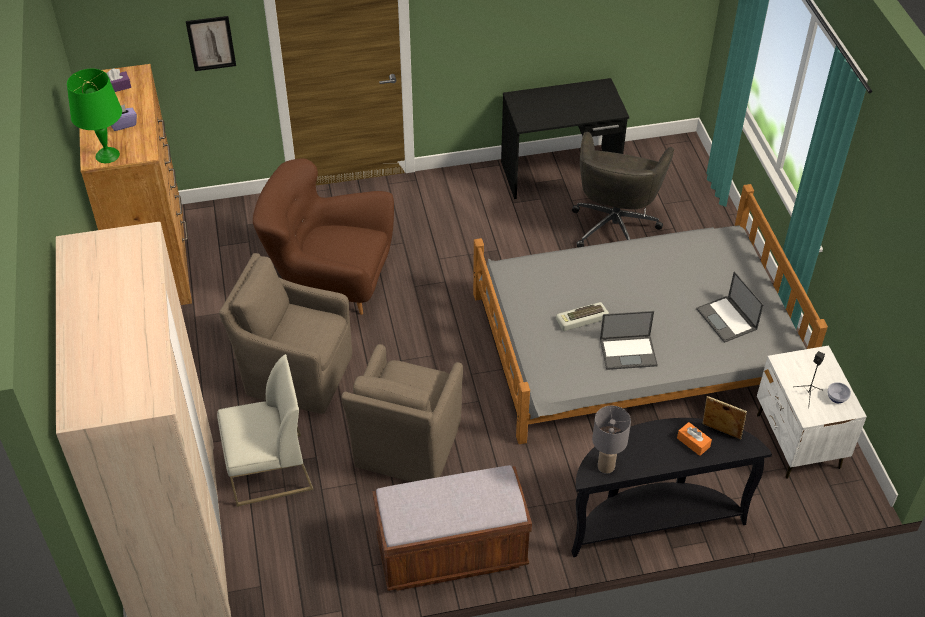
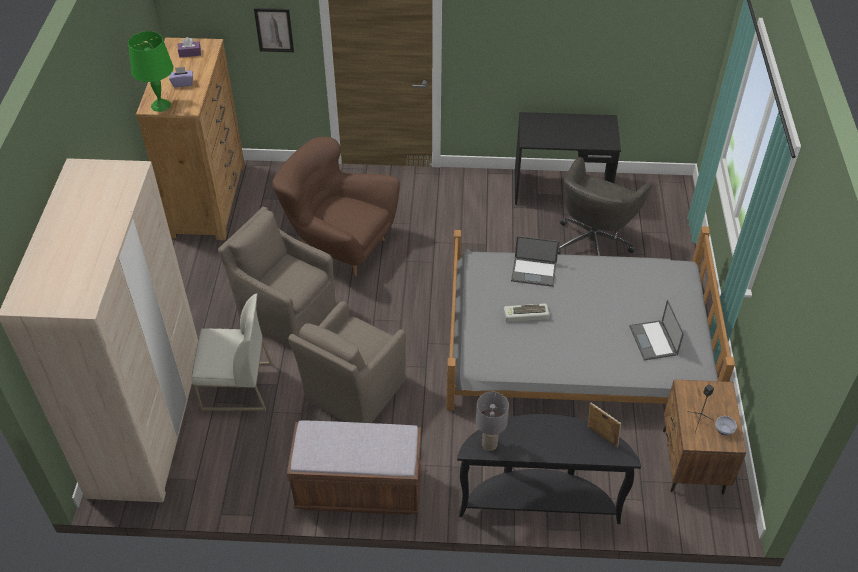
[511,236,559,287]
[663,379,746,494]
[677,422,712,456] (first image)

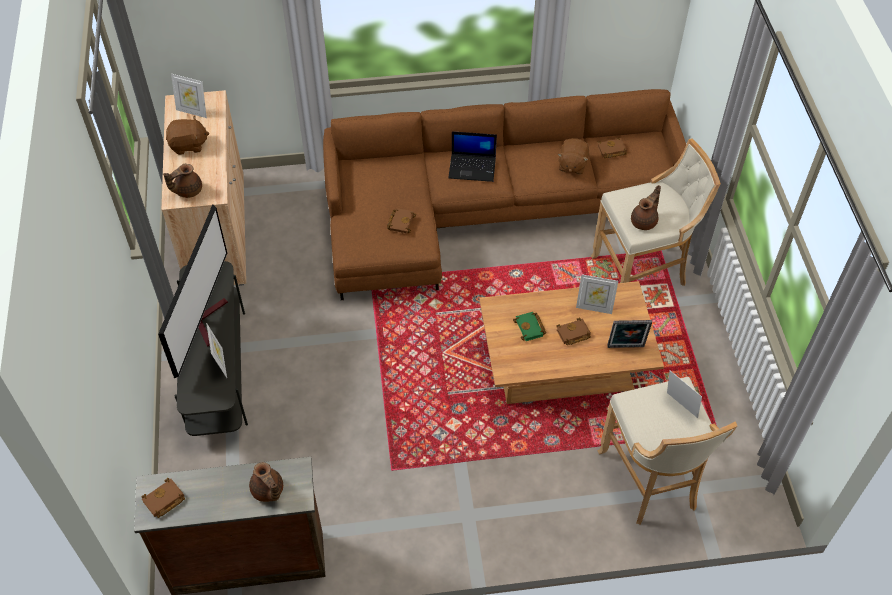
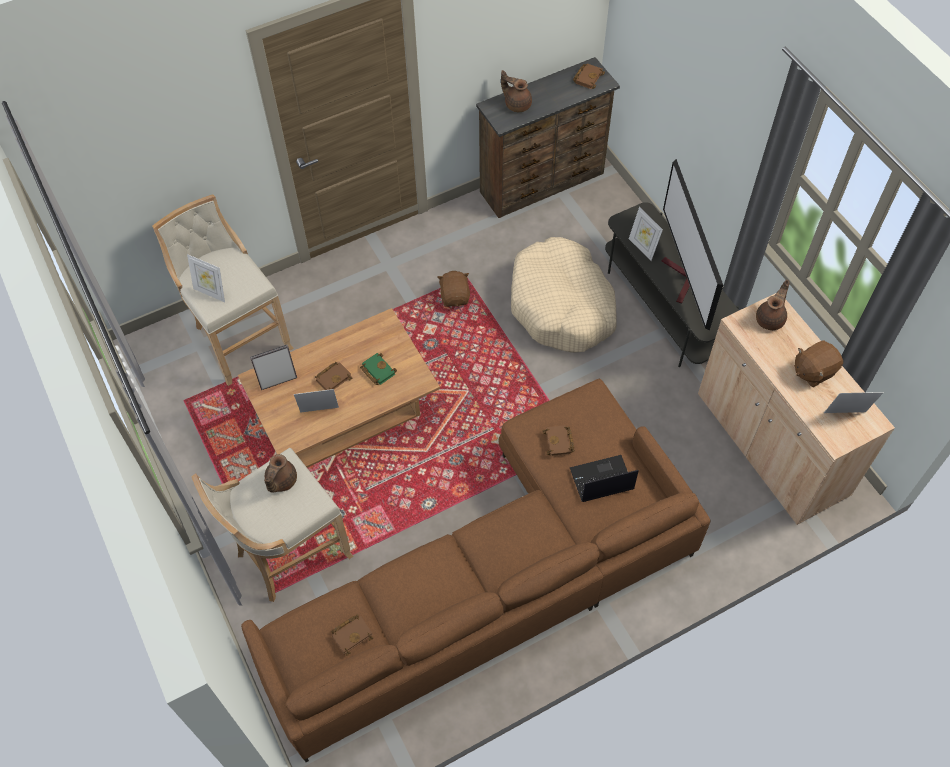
[570,455,639,502]
[438,271,470,307]
[511,237,617,353]

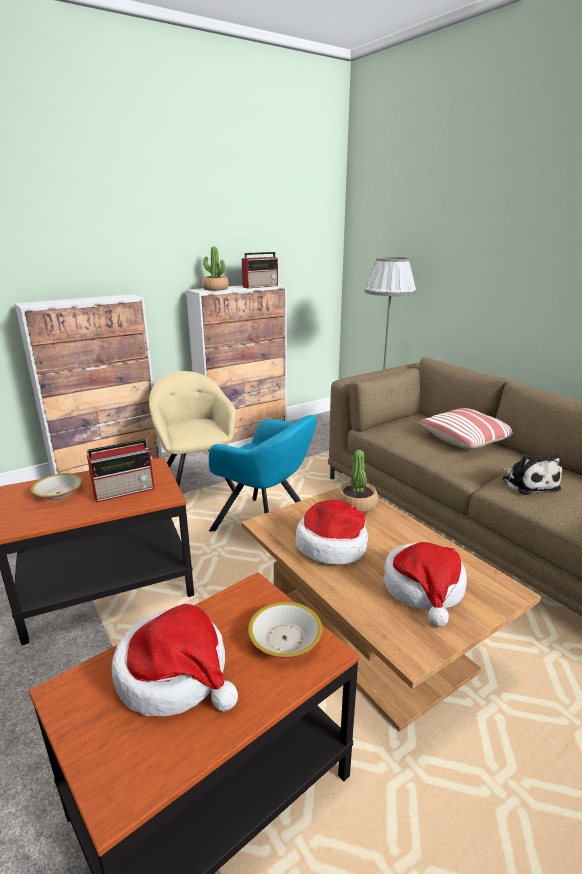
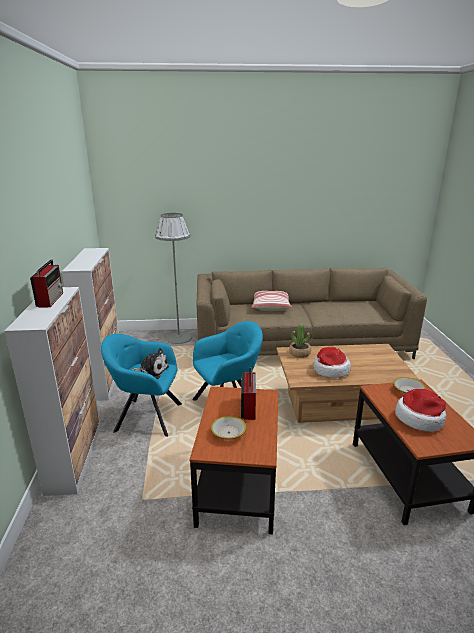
[202,246,229,291] (first image)
[30,260,63,308]
[101,334,182,437]
[131,348,169,379]
[384,542,467,627] (first image)

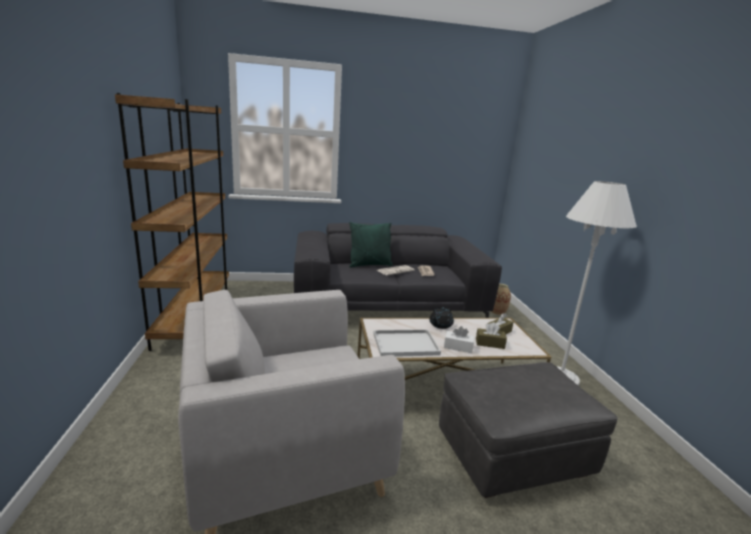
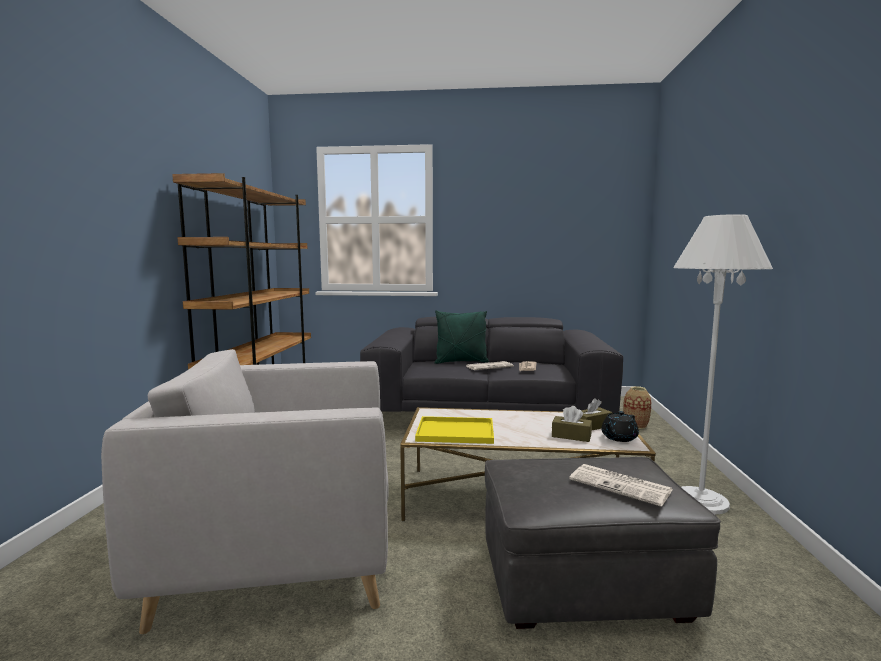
[601,411,639,442]
[444,326,475,353] (first image)
[415,416,494,444]
[569,464,672,507]

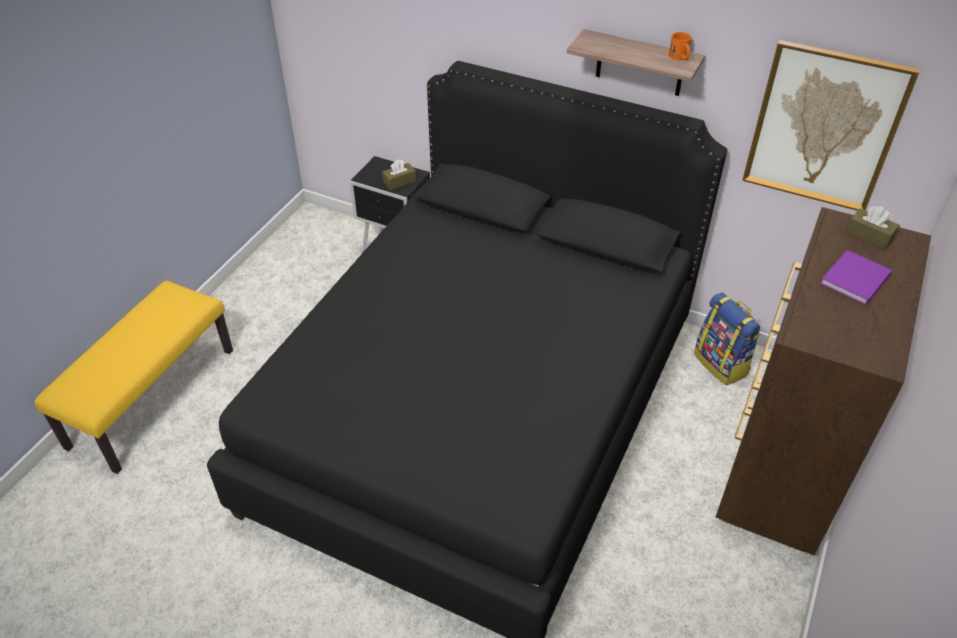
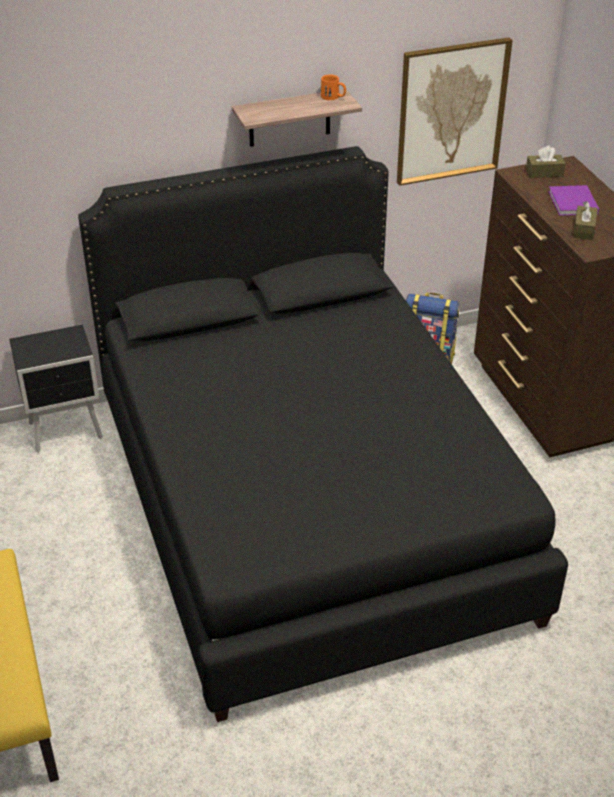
[573,201,598,240]

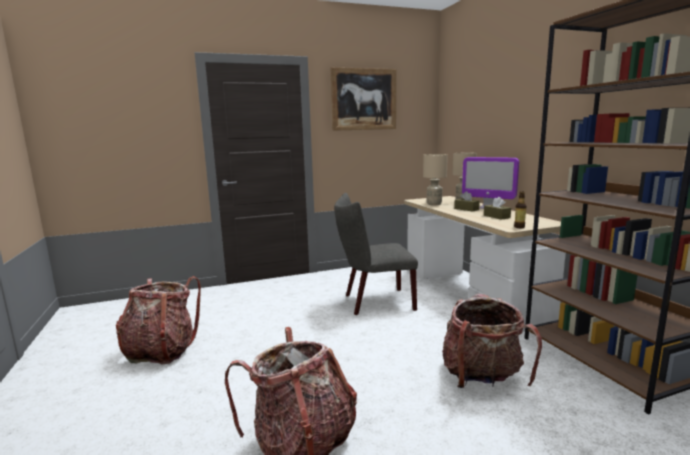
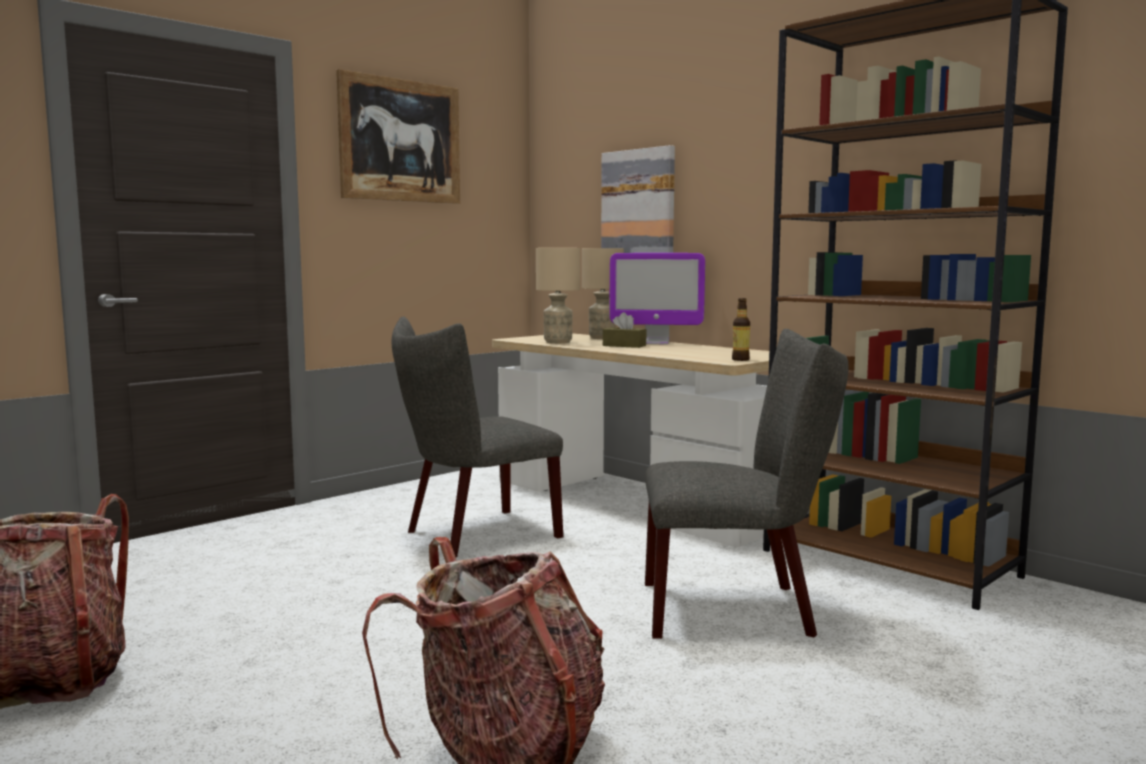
[484,197,511,220] (first image)
[645,329,849,639]
[601,145,675,253]

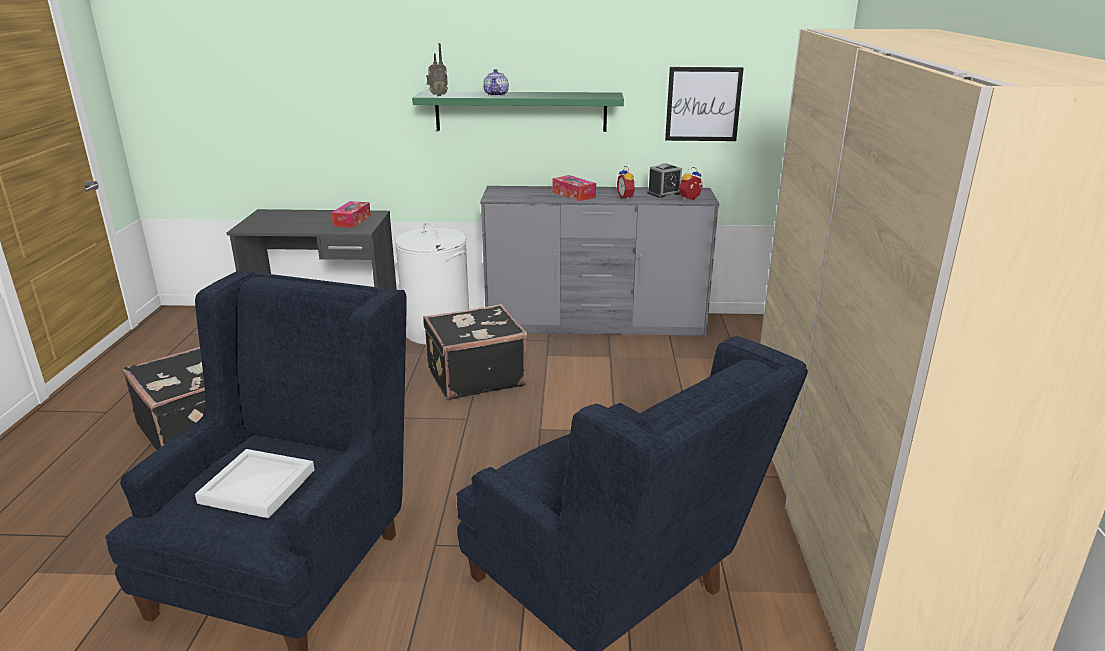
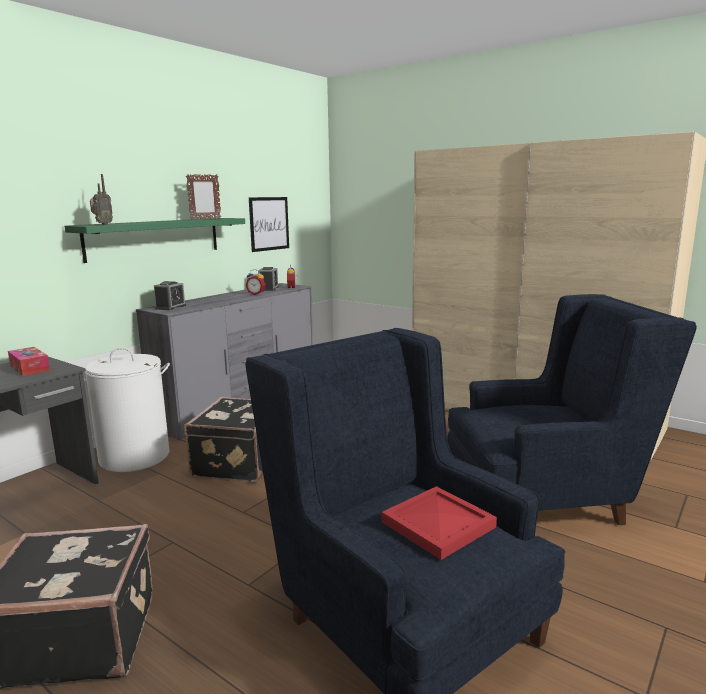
[483,69,509,96] (first image)
[552,175,596,201] (first image)
[382,486,497,560]
[186,174,221,220]
[154,281,186,310]

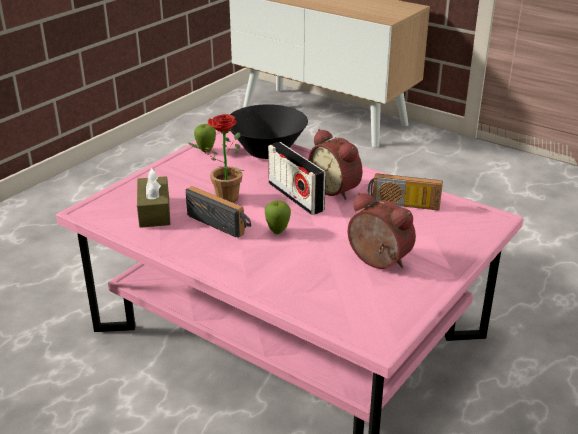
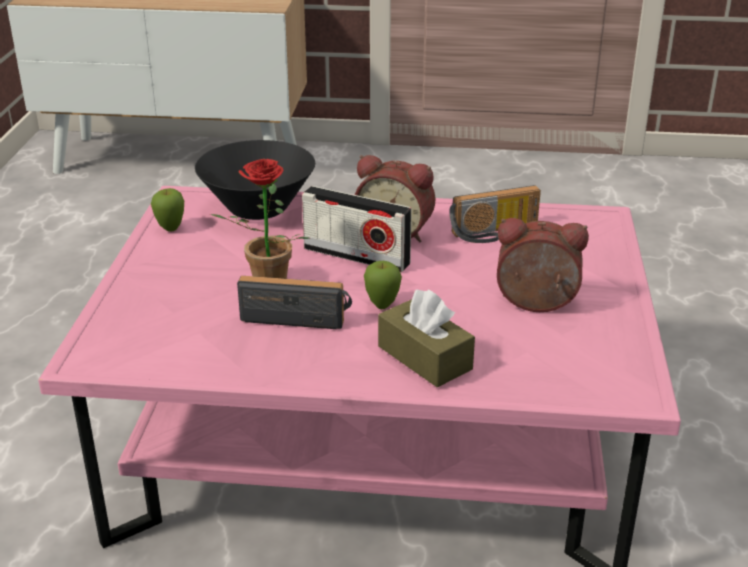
[378,290,475,388]

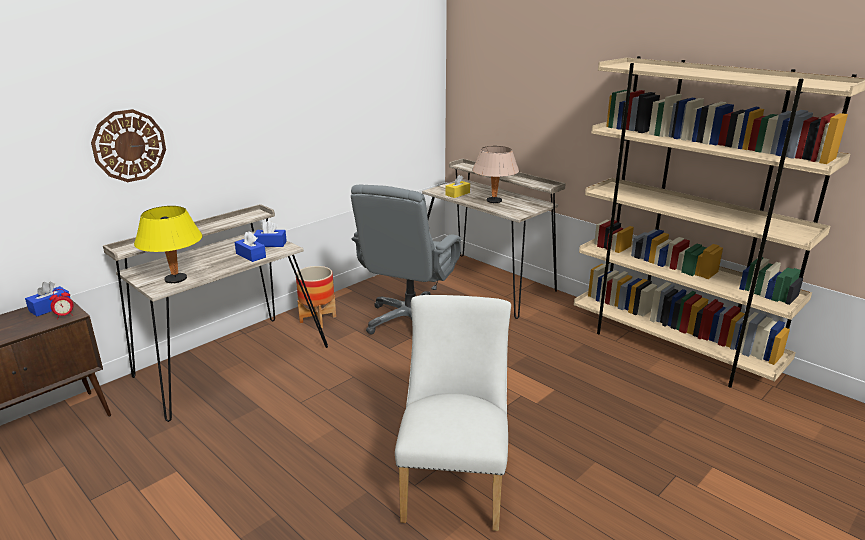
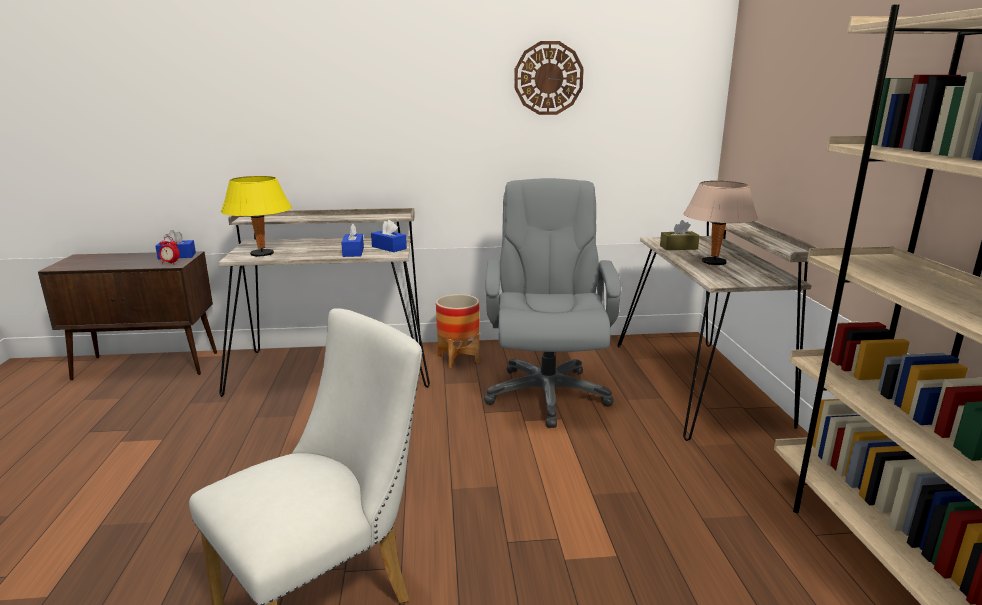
[514,41,584,115]
[660,220,700,250]
[484,178,621,428]

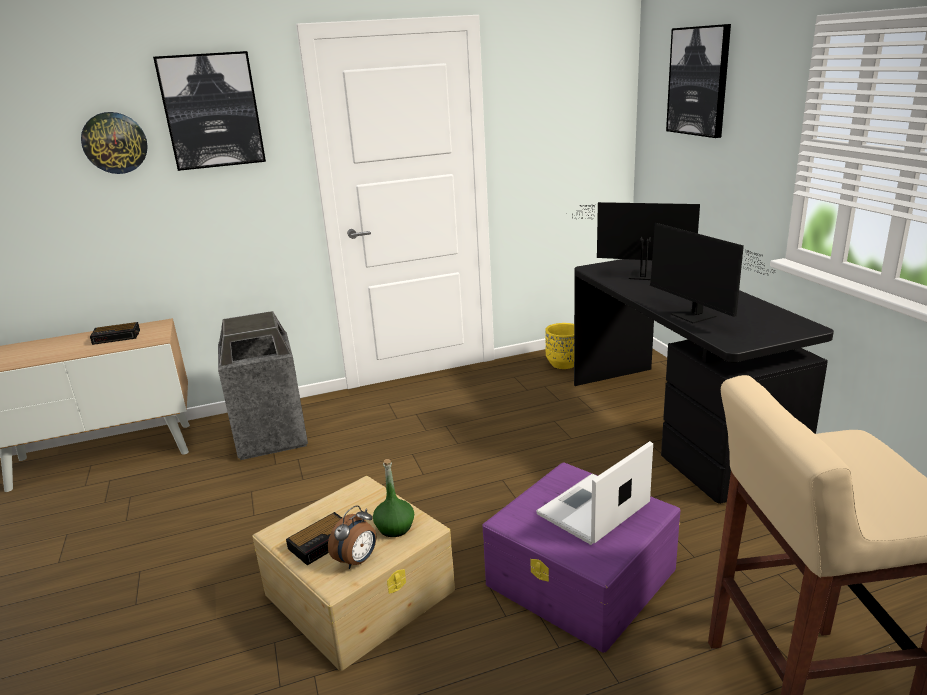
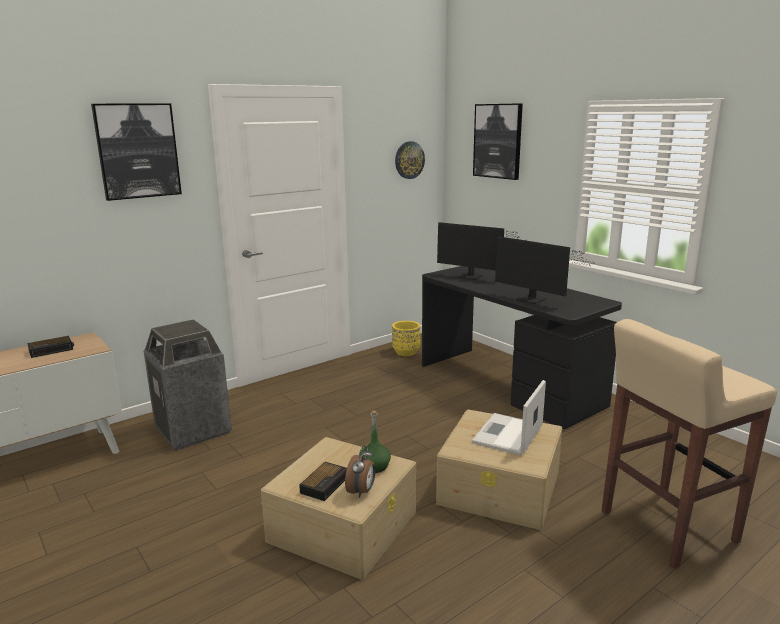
[395,141,425,179]
[437,222,519,280]
[436,409,562,530]

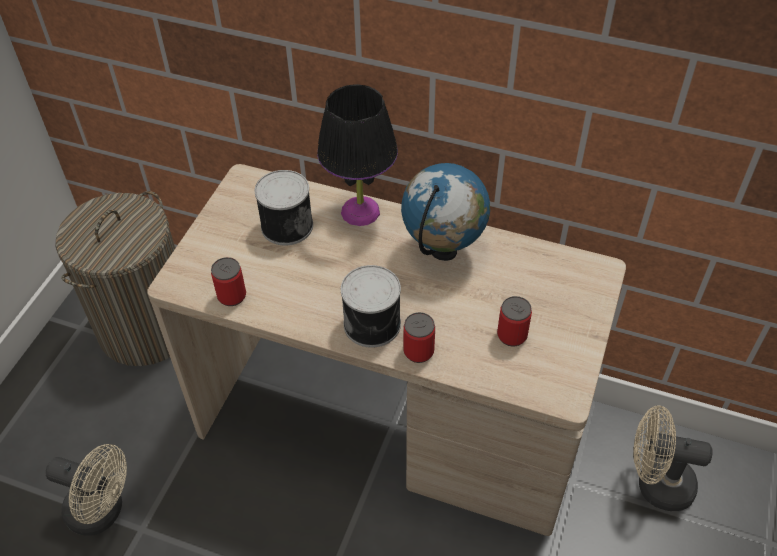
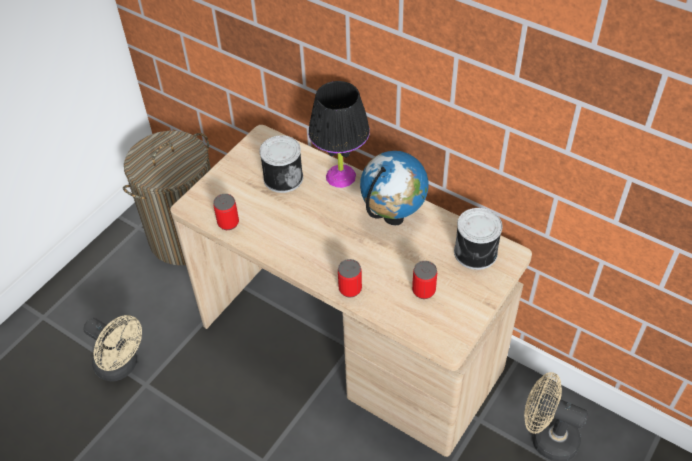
[454,208,503,270]

